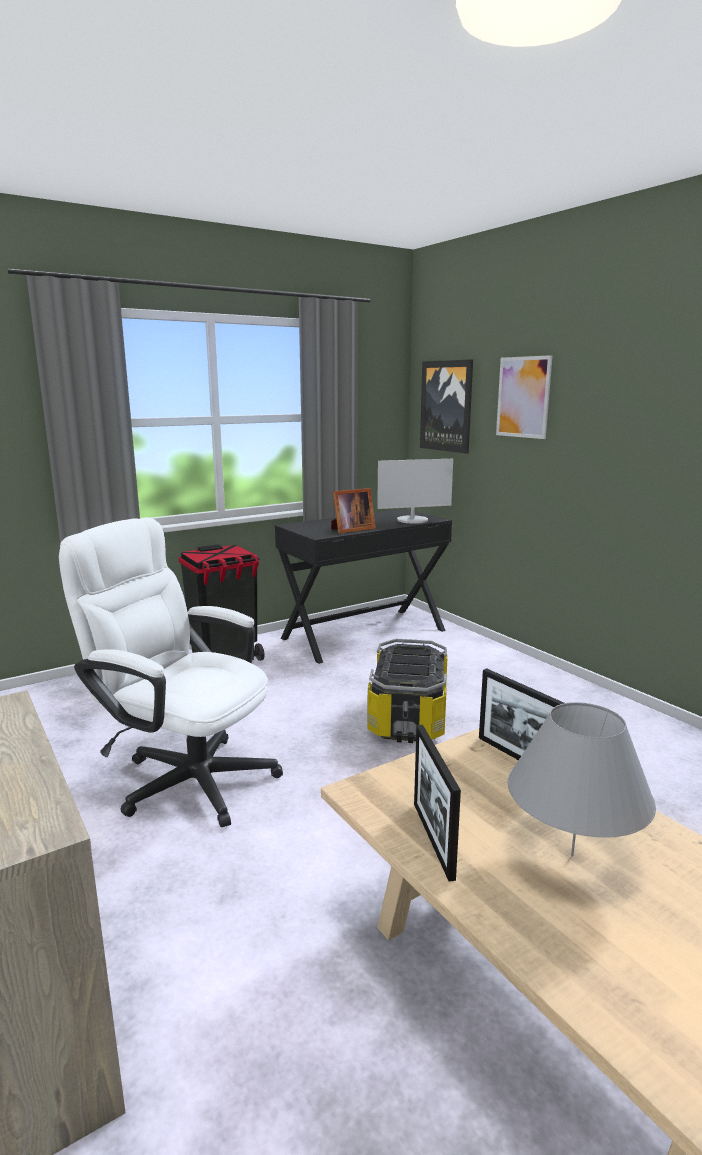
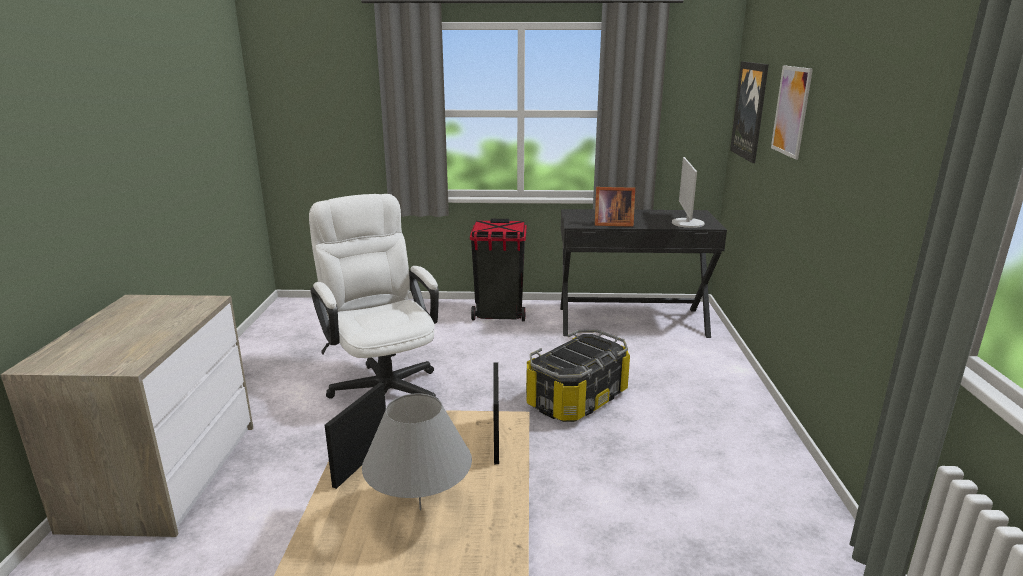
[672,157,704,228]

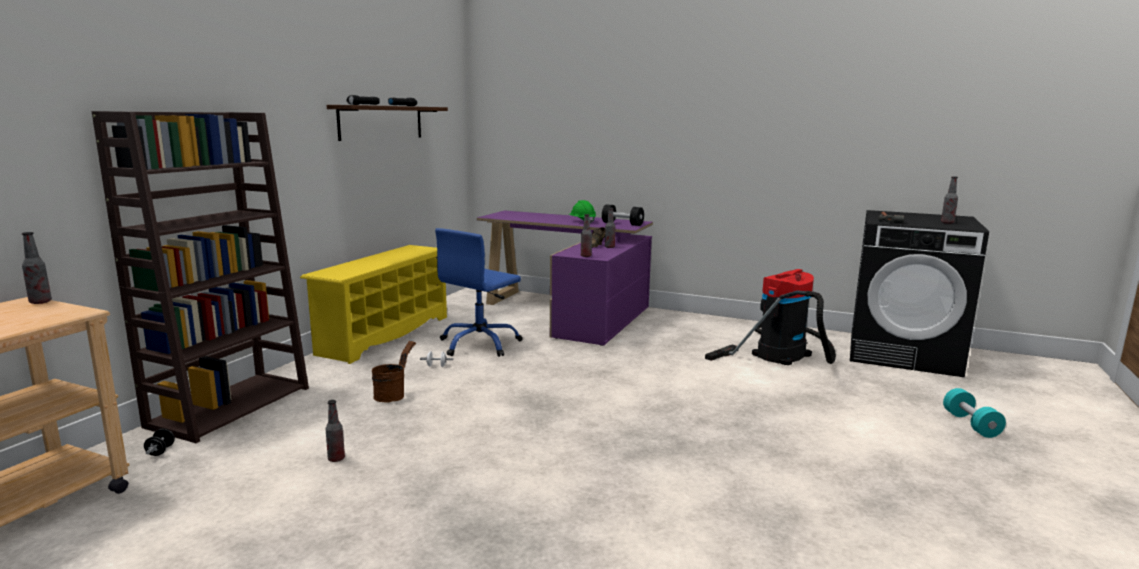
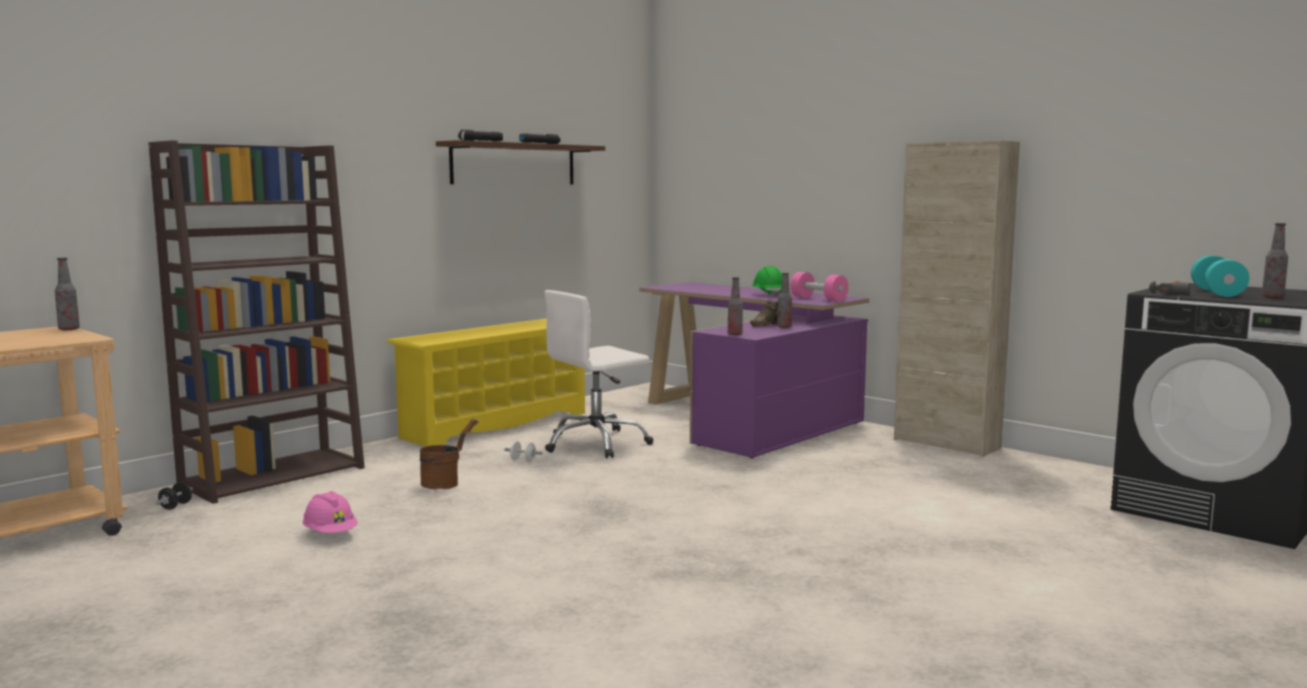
[790,272,849,302]
[544,290,653,458]
[705,269,836,365] (first image)
[1191,255,1249,297]
[302,491,358,533]
[894,140,1020,457]

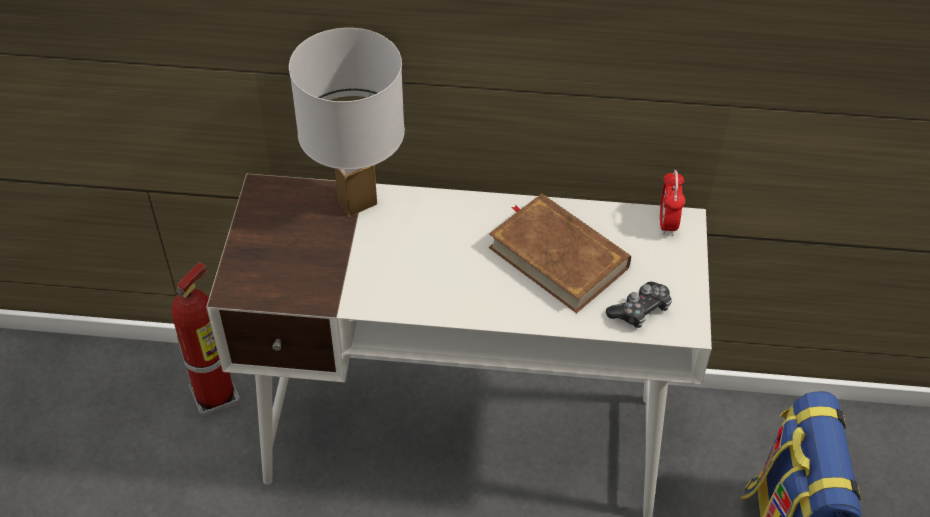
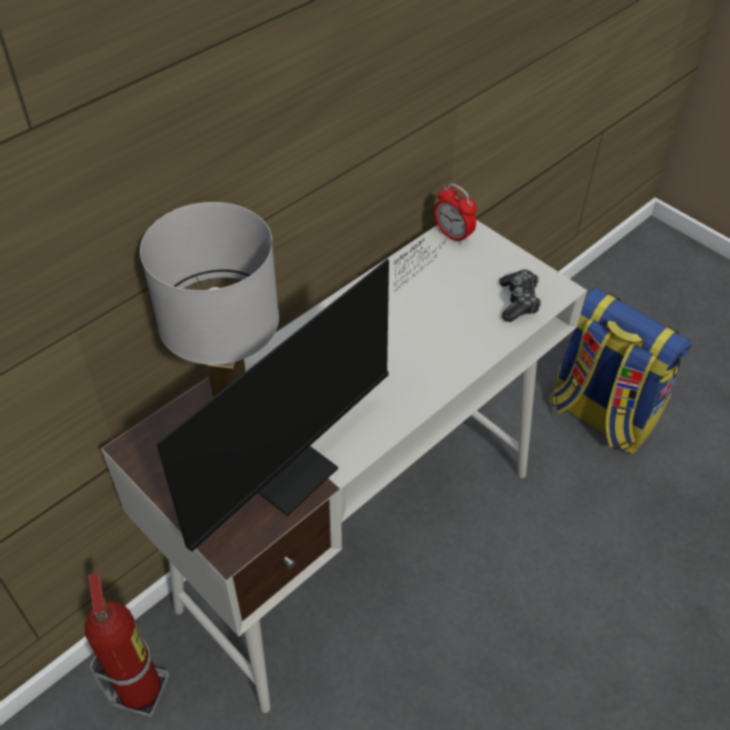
[489,193,631,313] (first image)
[156,238,447,552]

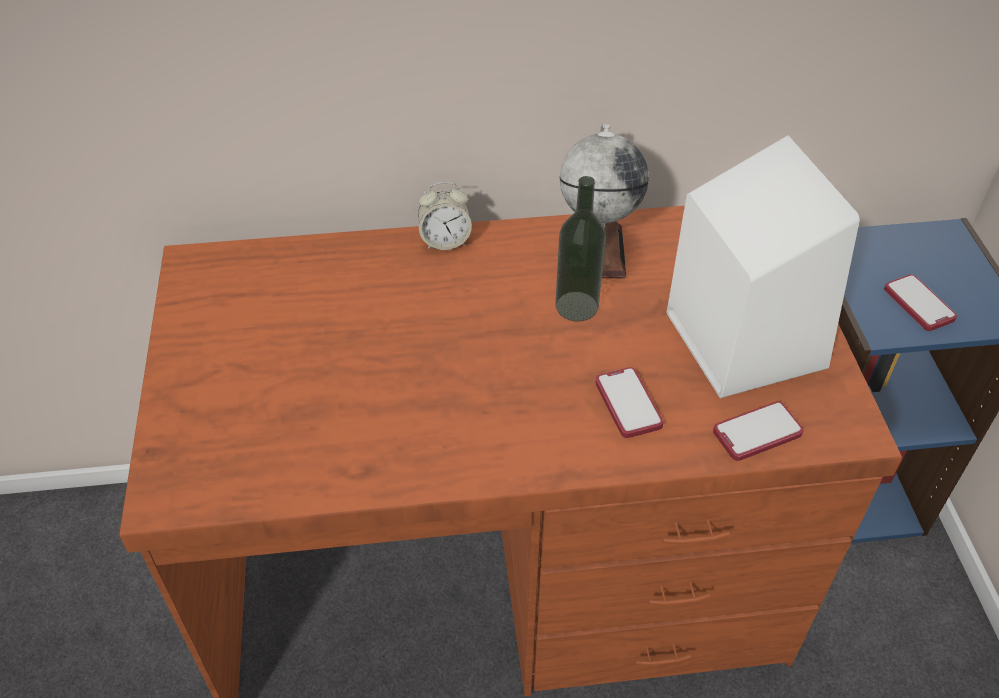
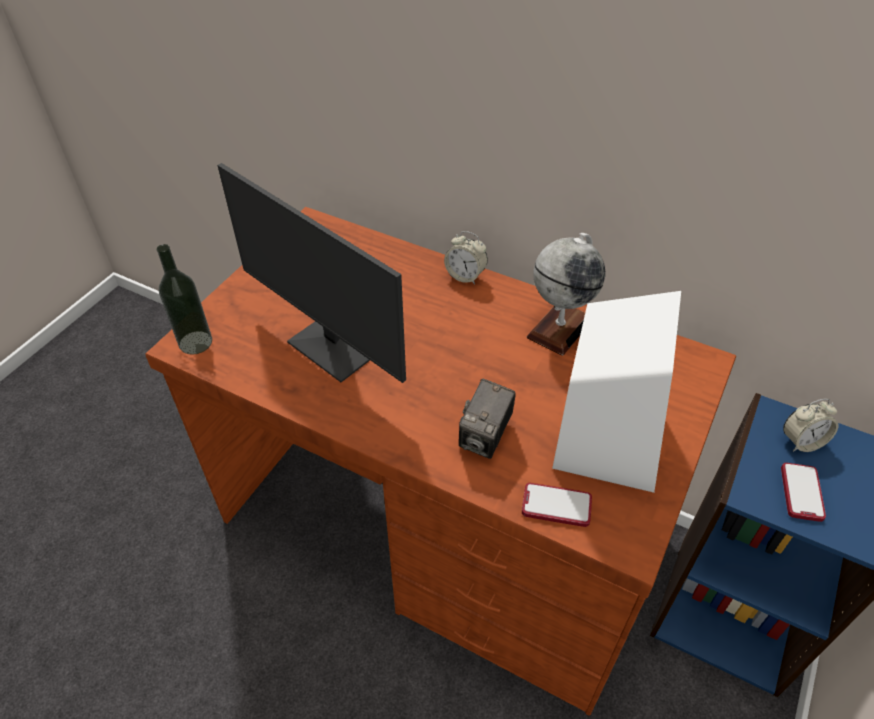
[157,244,212,355]
[459,378,516,459]
[217,163,406,383]
[783,399,839,452]

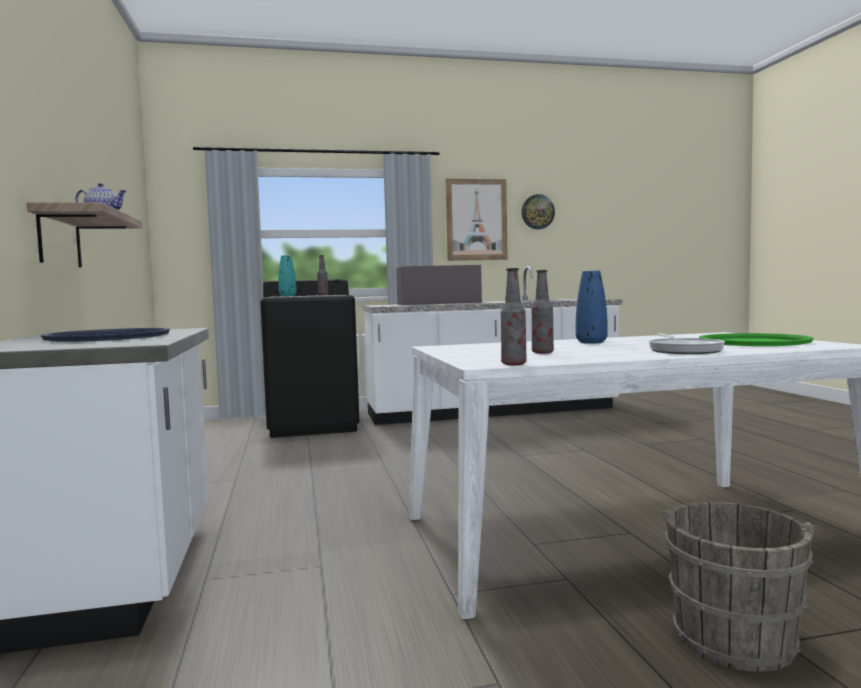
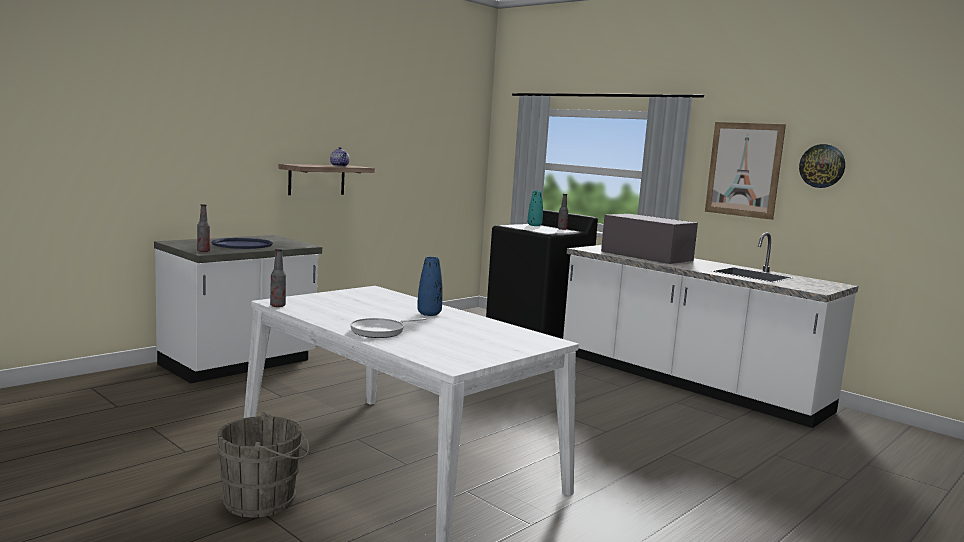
[197,204,210,252]
[699,333,814,346] (first image)

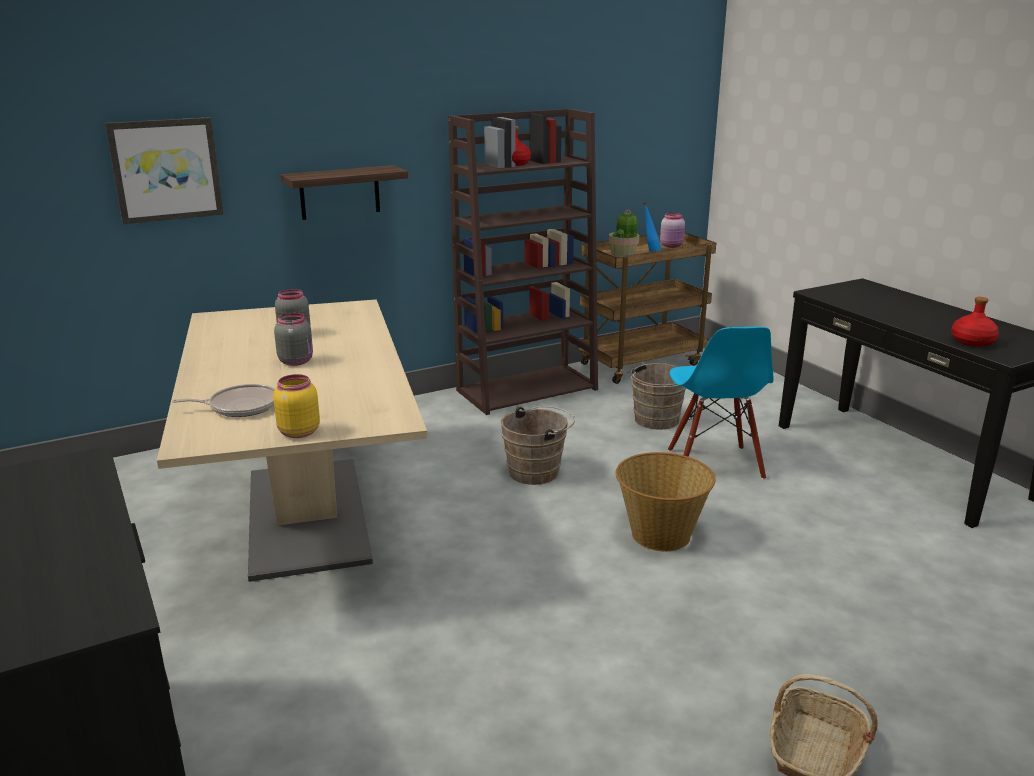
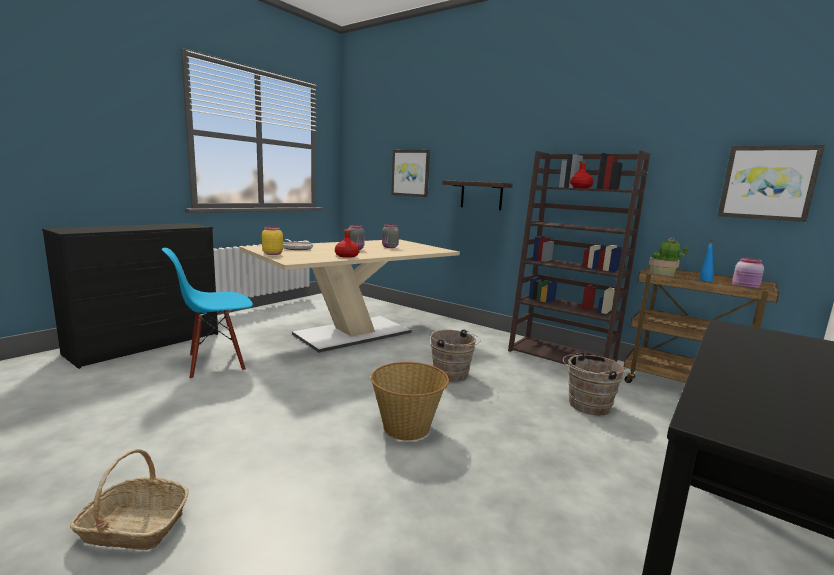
[335,229,360,258]
[162,248,253,379]
[718,145,825,222]

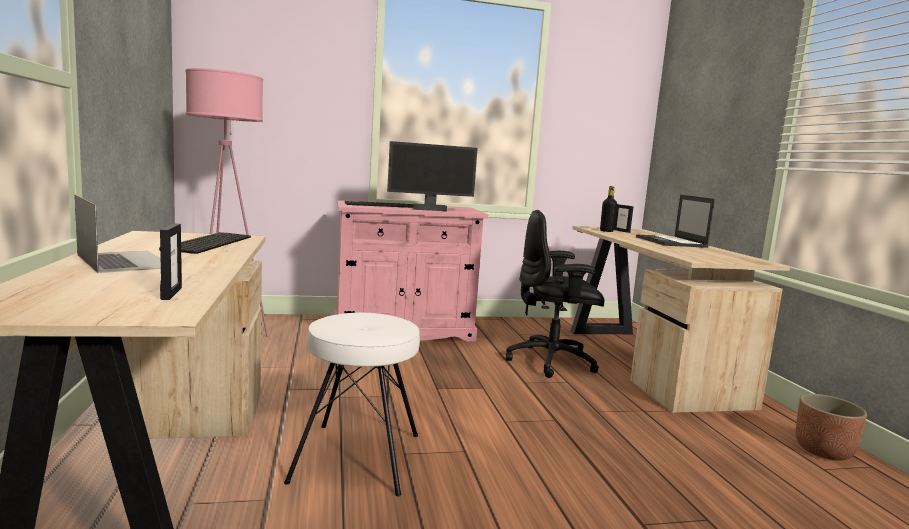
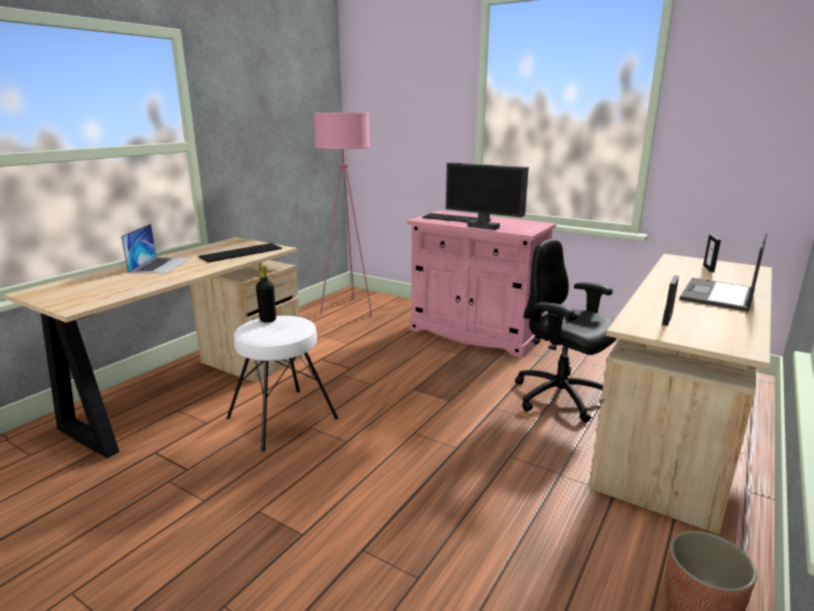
[256,265,276,323]
[662,275,679,326]

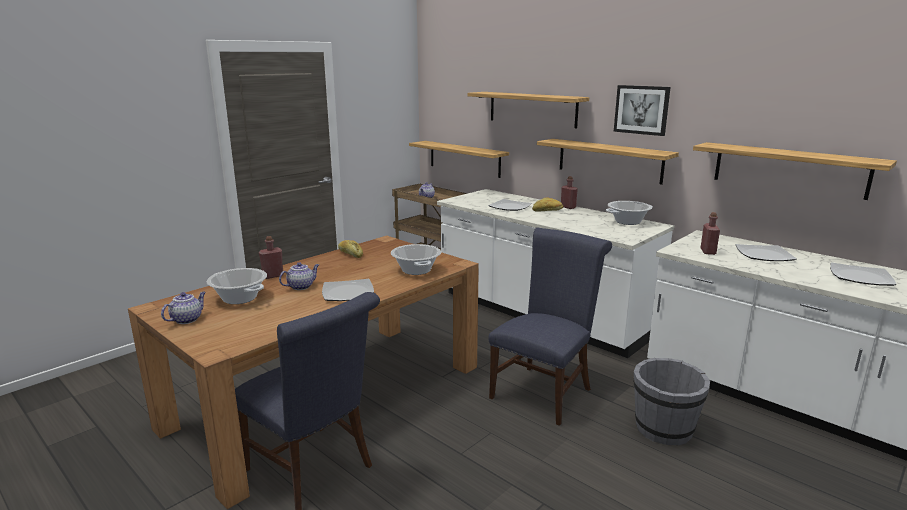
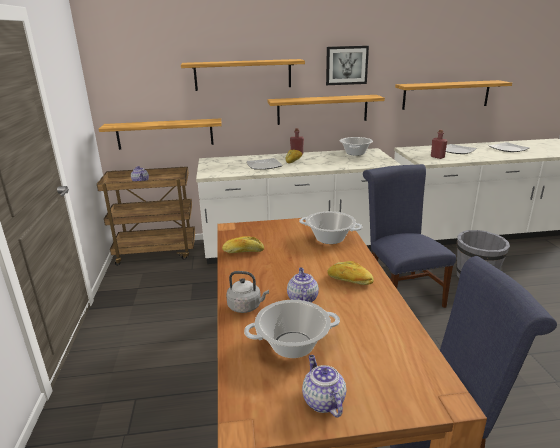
[226,271,269,313]
[327,261,374,285]

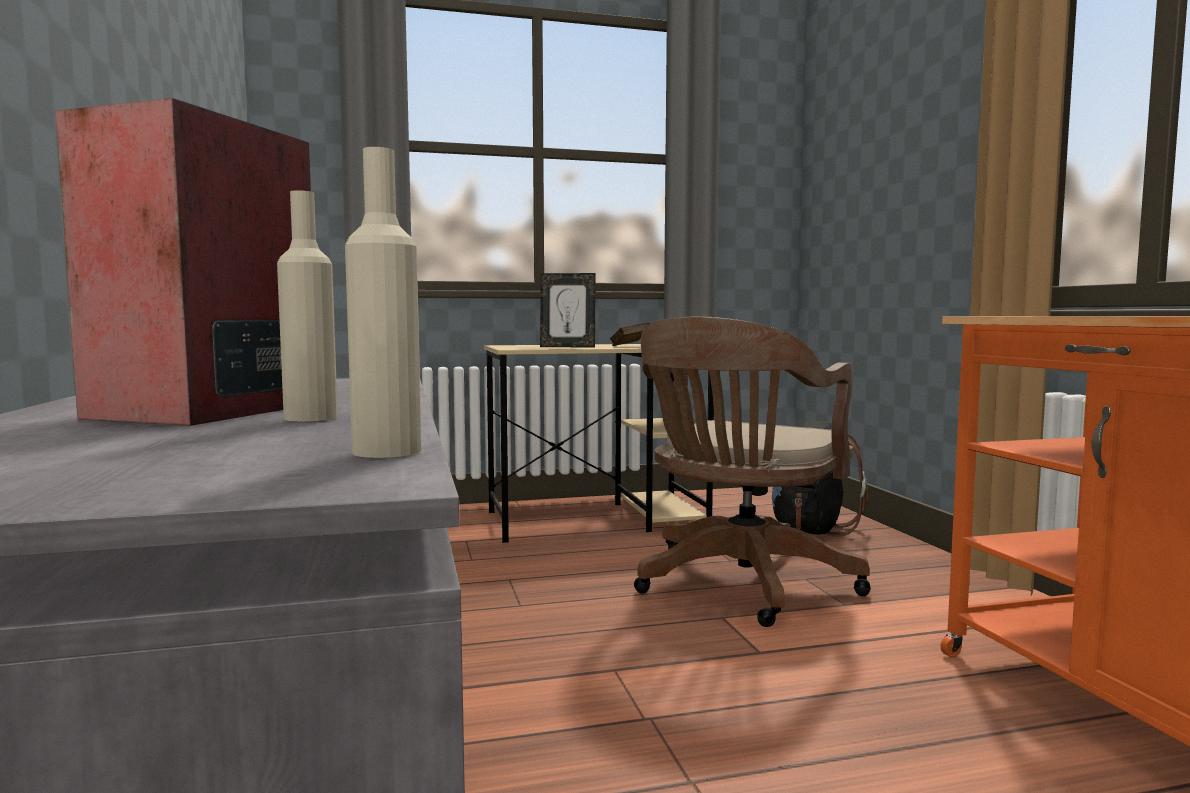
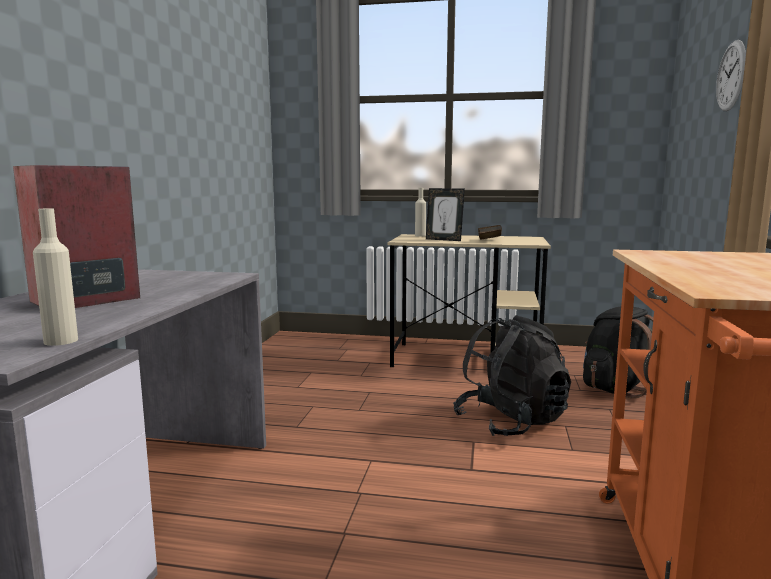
[415,188,426,237]
[453,315,571,436]
[716,40,746,111]

